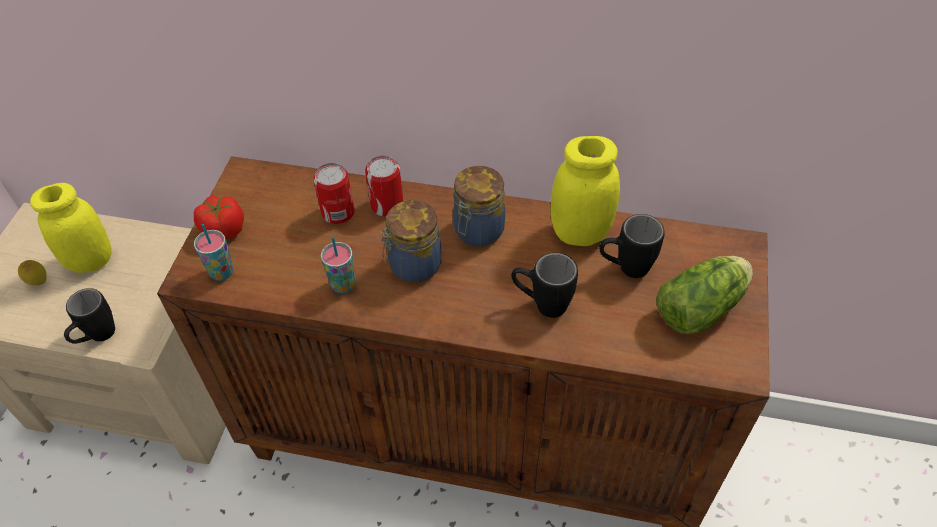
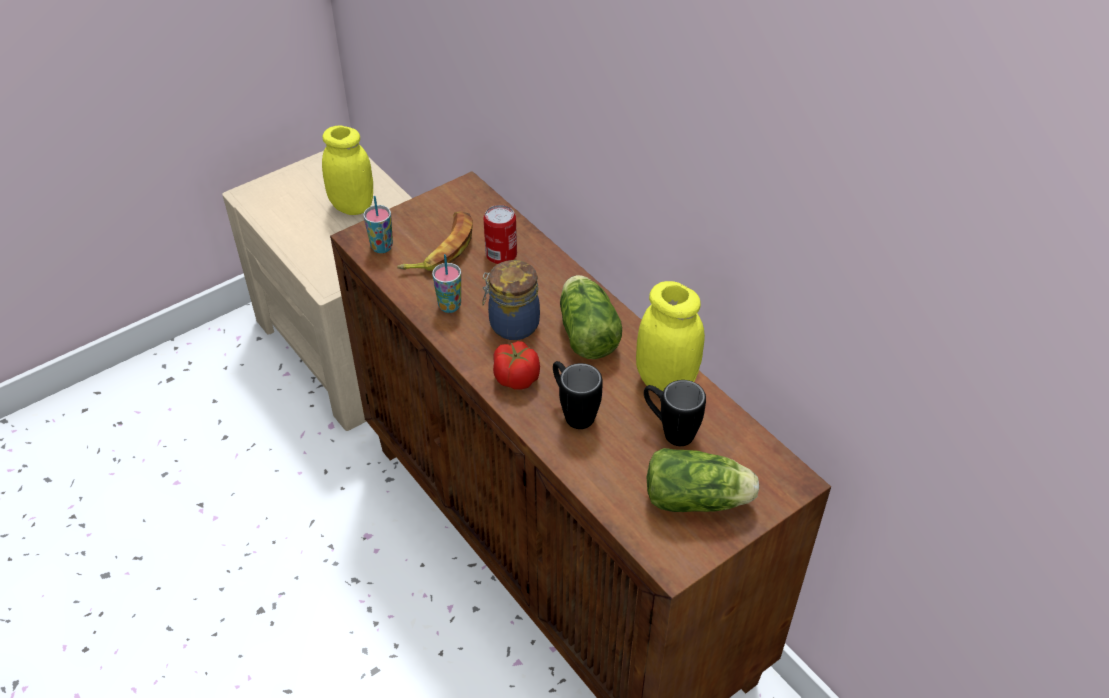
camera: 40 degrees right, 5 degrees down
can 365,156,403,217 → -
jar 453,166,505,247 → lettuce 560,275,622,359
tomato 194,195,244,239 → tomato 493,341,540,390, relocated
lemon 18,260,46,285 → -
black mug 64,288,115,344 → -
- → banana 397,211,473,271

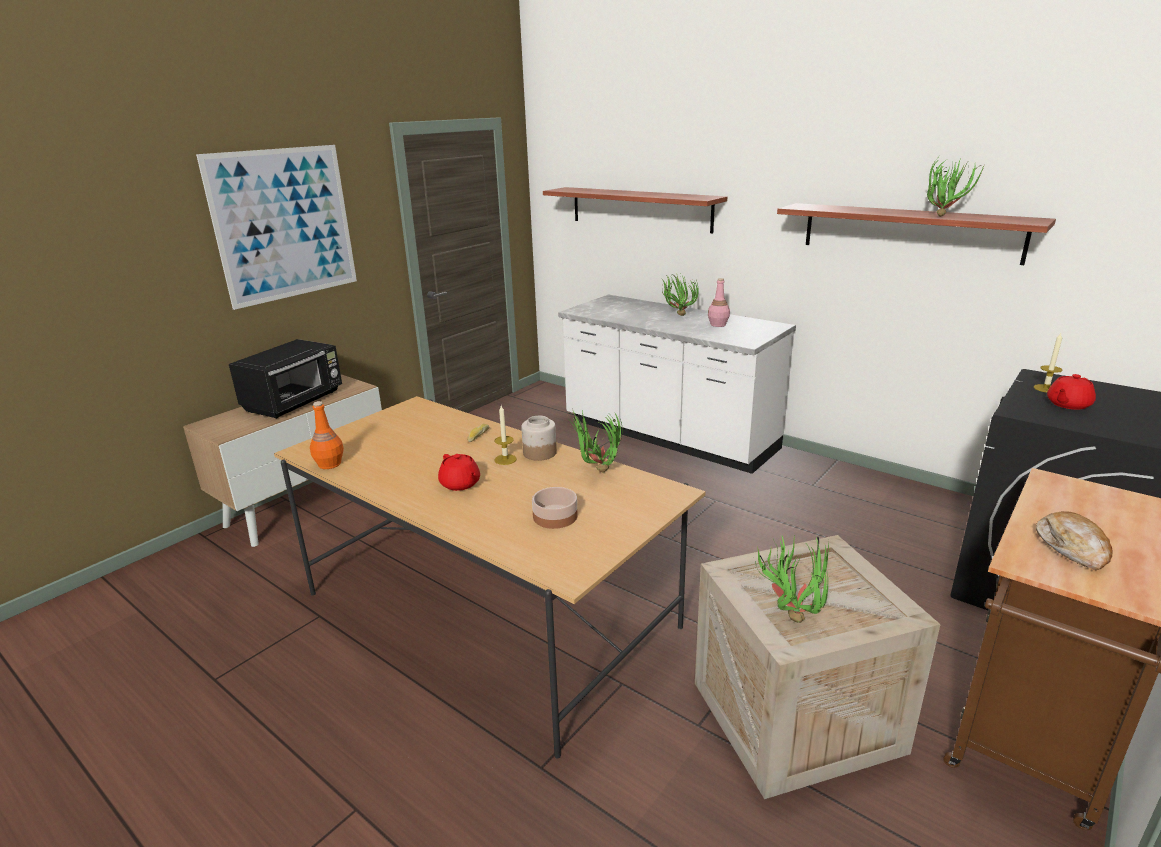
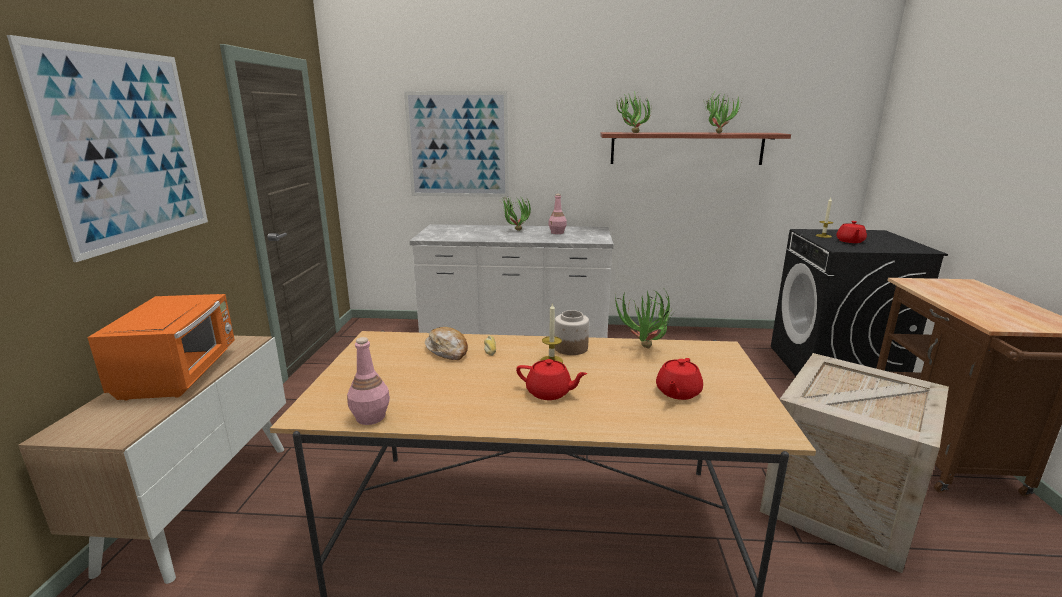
camera: 35 degrees left, 5 degrees down
shelf 543,187,727,234 → picture 404,91,509,197
black microwave 229,339,342,419 → orange microwave 87,294,235,400
orange bottle 310,401,344,469 → pink bottle 347,337,390,425
bowl 532,487,578,529 → red teapot 656,358,703,400
bread 1036,511,1113,570 → bread 425,327,468,360, relocated
potted plant 755,536,829,623 → potted plant 616,91,651,133, relocated

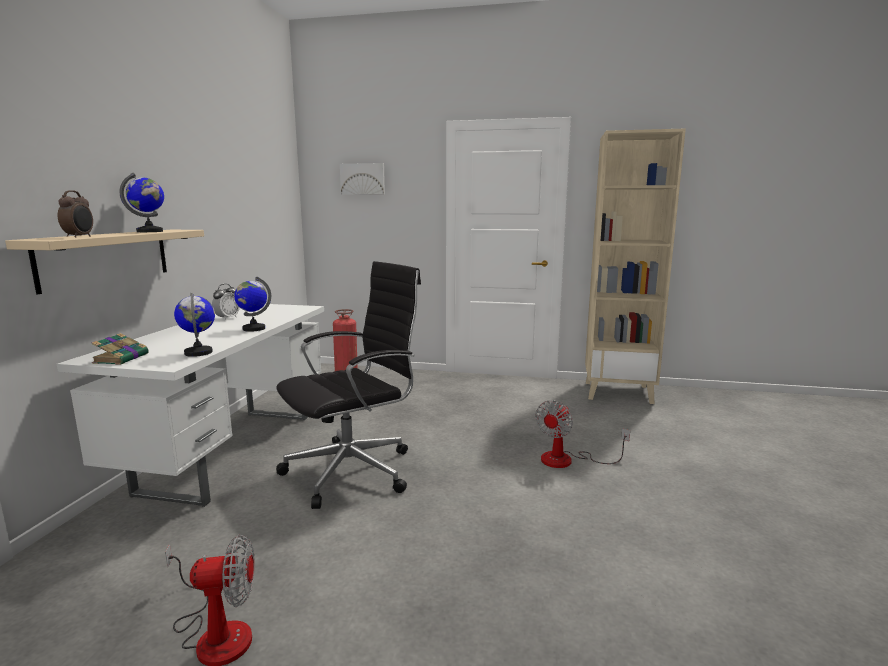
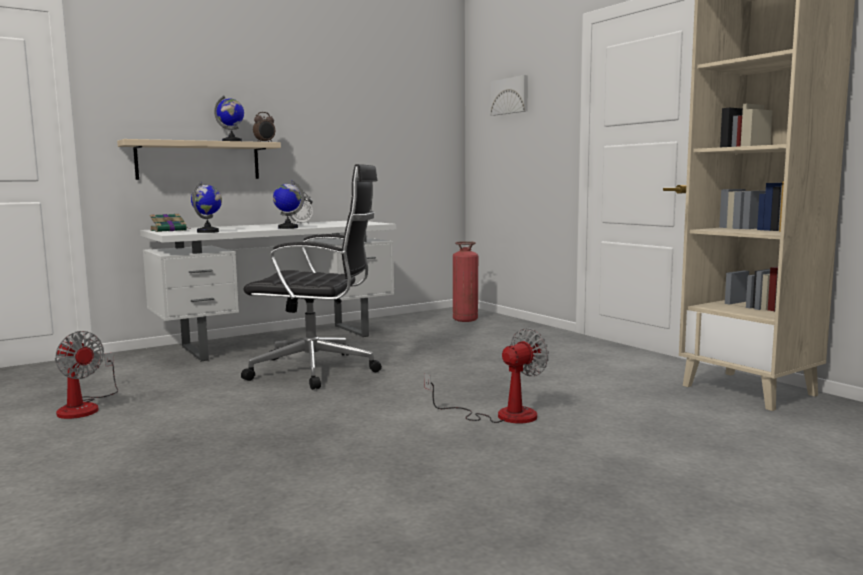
camera: 45 degrees right, 5 degrees down
alarm clock 58,190,93,238 → alarm clock 253,112,275,142, relocated
fan 535,400,630,468 → fan 424,328,549,424, 150 degrees clockwise

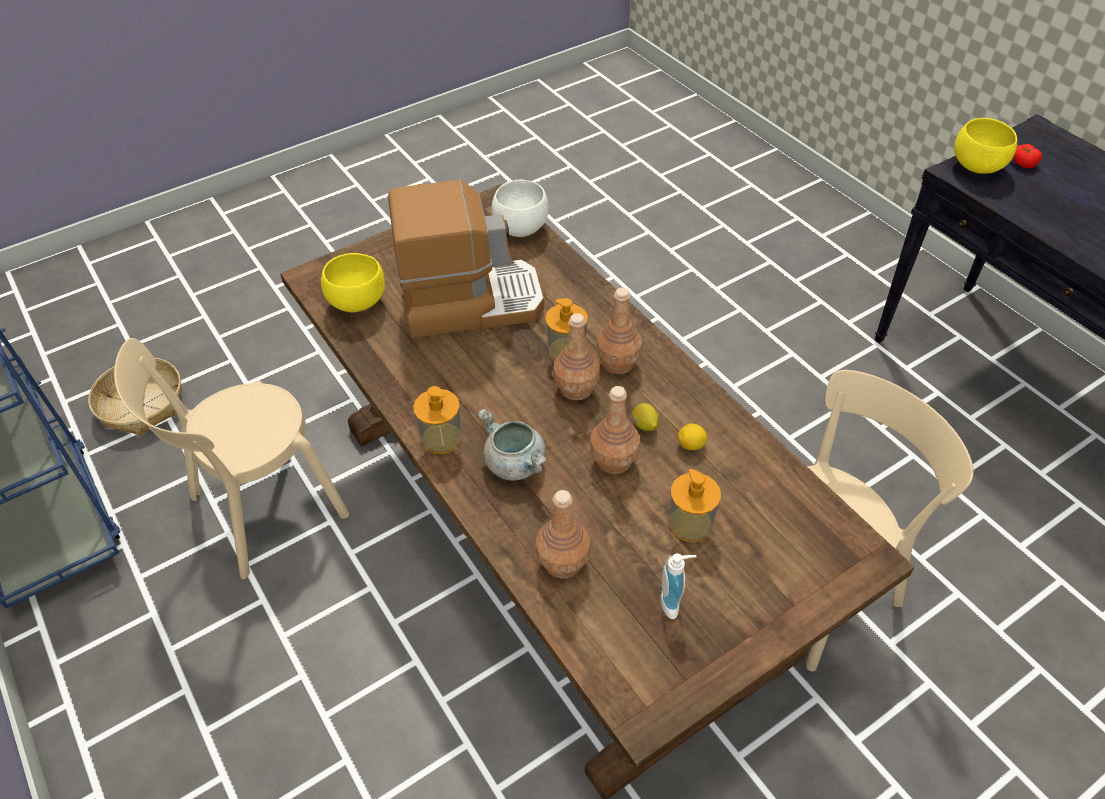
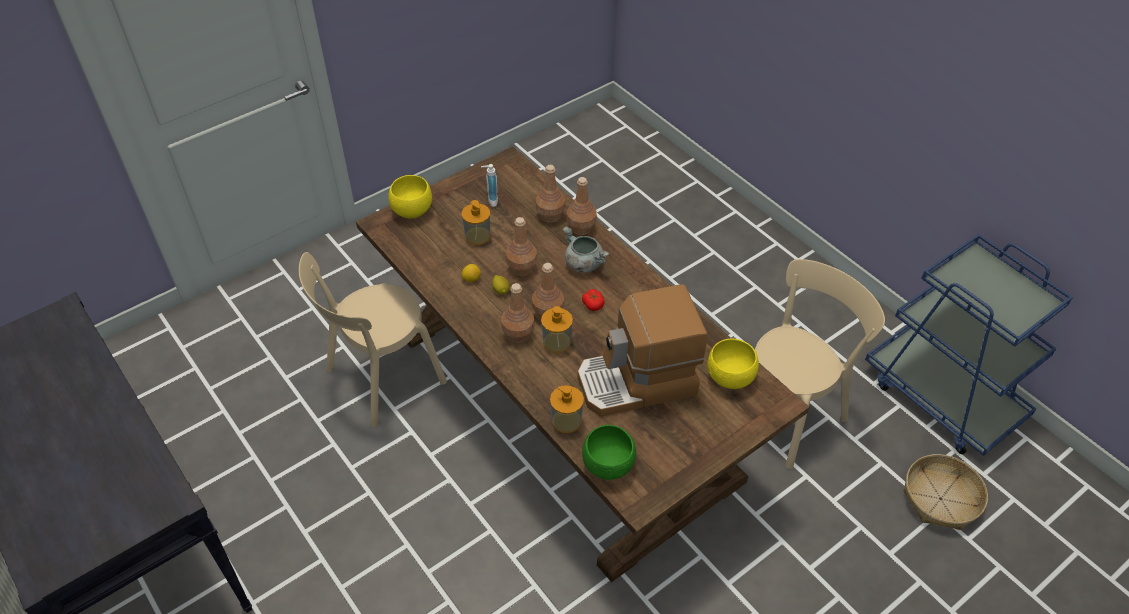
camera: 175 degrees right, 0 degrees up
yellow bowl 954,118,1017,174 → yellow bowl 388,175,432,218, relocated
tomato 1013,144,1042,168 → tomato 582,289,605,311, relocated
white bowl 491,180,549,237 → green bowl 582,425,636,480
soap dispenser 413,386,461,454 → soap dispenser 550,385,584,433, relocated
- → brown bottle 566,177,597,235

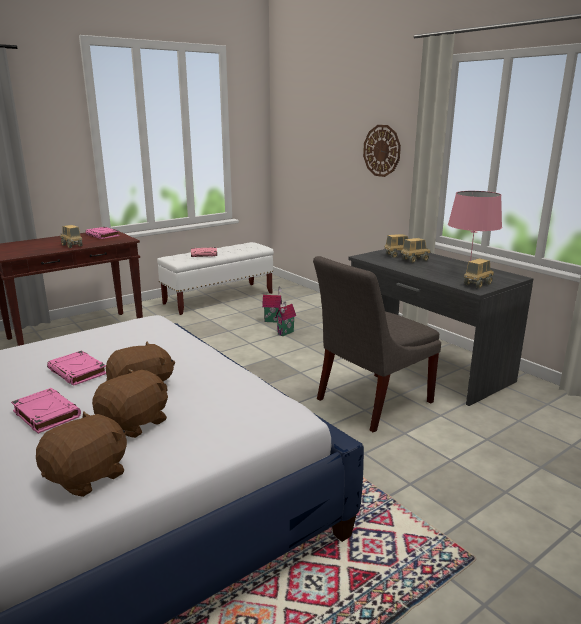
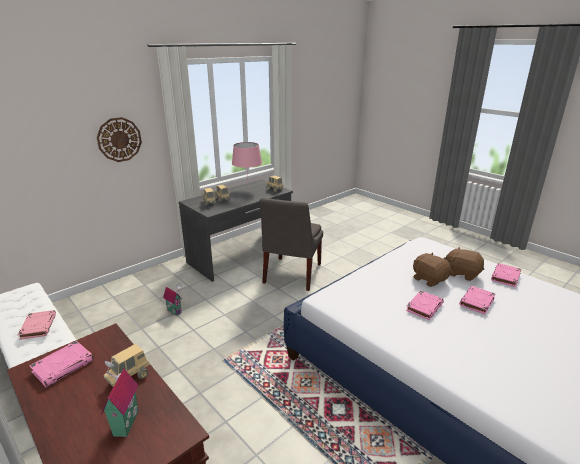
camera: 95 degrees left, 5 degrees up
grey chair 313,256,441,432 → grey chair 259,198,323,291, 60 degrees clockwise
toy house 262,287,282,323 → toy house 101,358,138,437, relocated
brown plush toy 36,411,127,497 → pink book 491,263,521,287

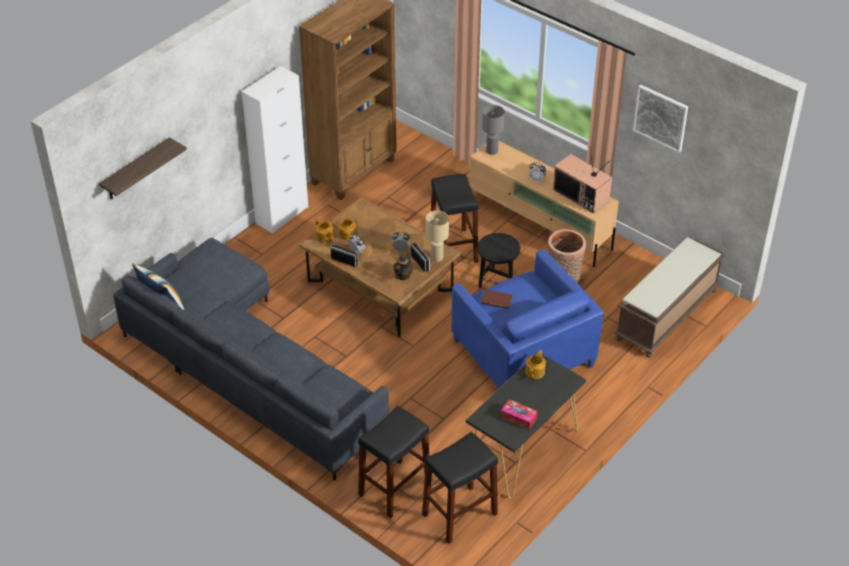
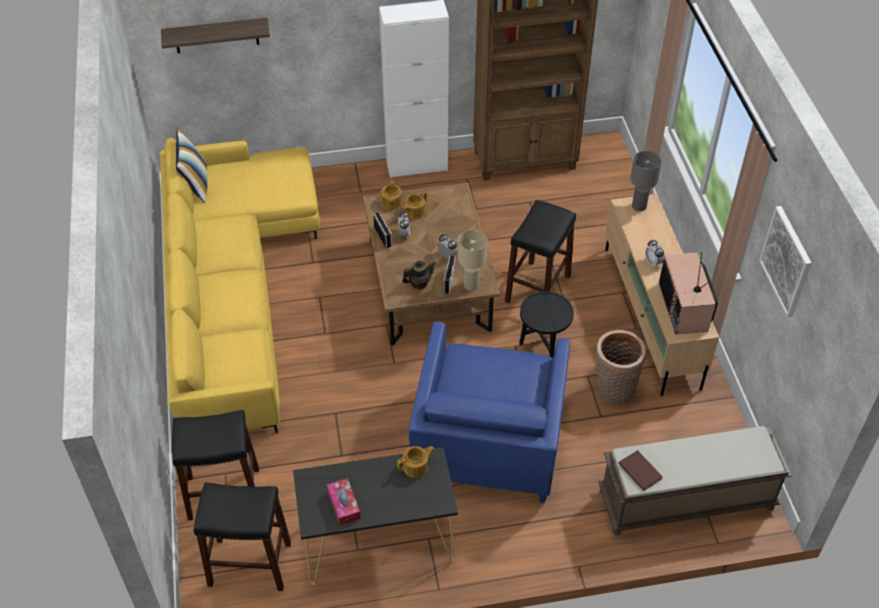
camera: 40 degrees right, 5 degrees up
grey sofa 113,238,389,481 → yellow sofa 159,138,320,434
brown book 481,289,512,309 → brown book 618,450,663,491, relocated

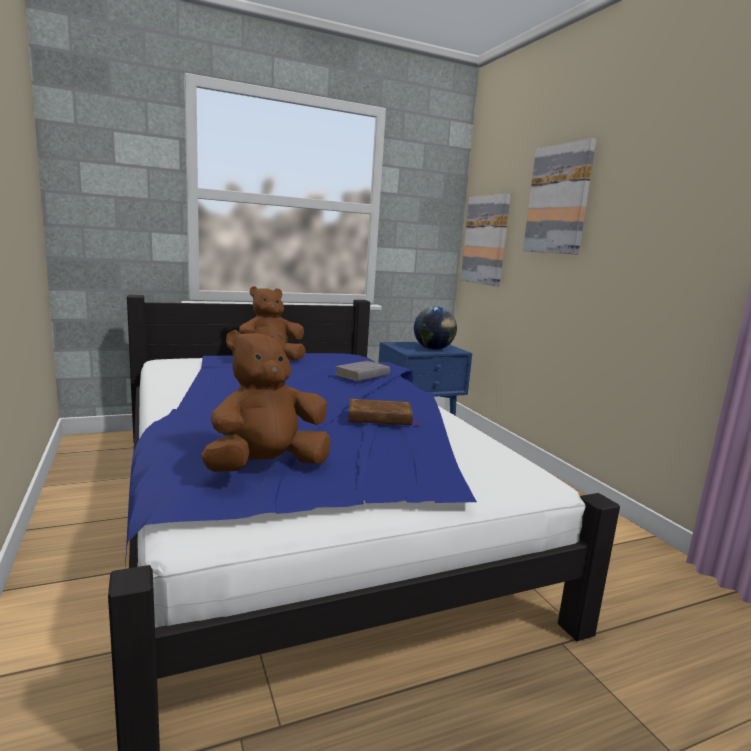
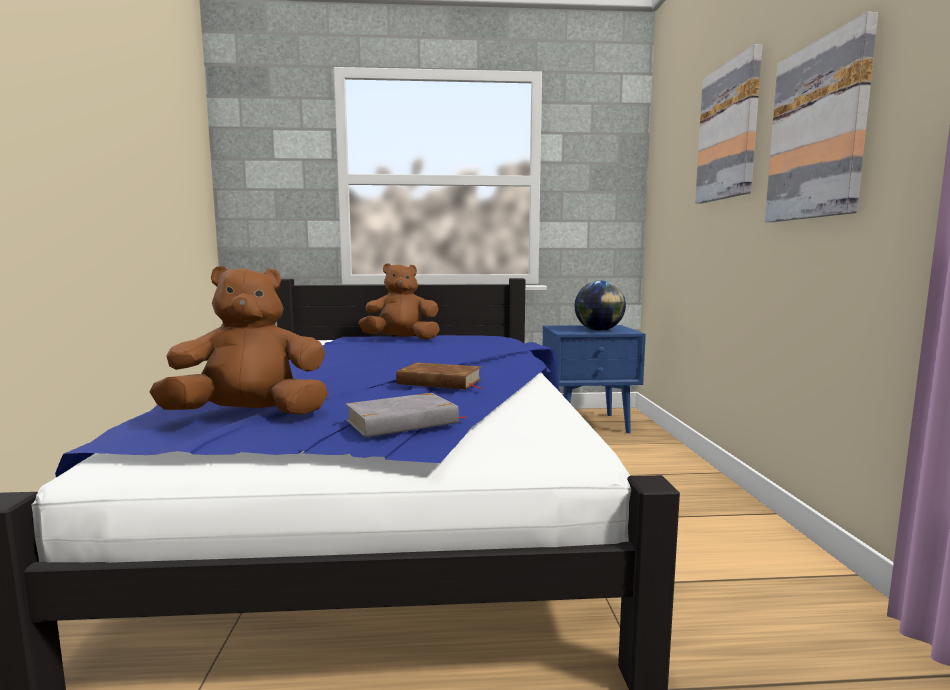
camera: 20 degrees right, 5 degrees down
picture 461,194,511,286 → picture 765,12,878,222, relocated
grey book 335,361,390,381 → grey book 346,393,467,438, relocated

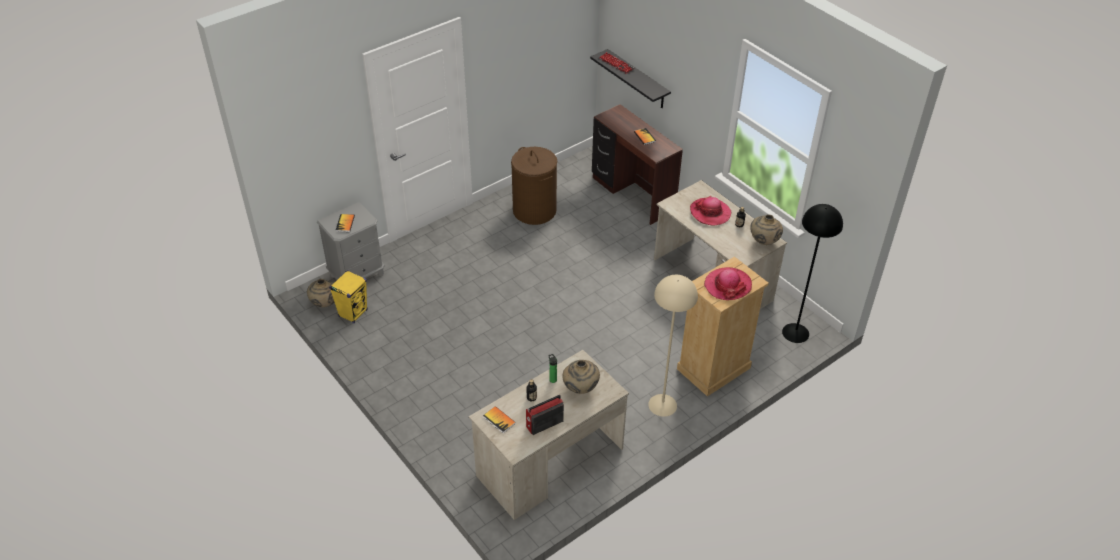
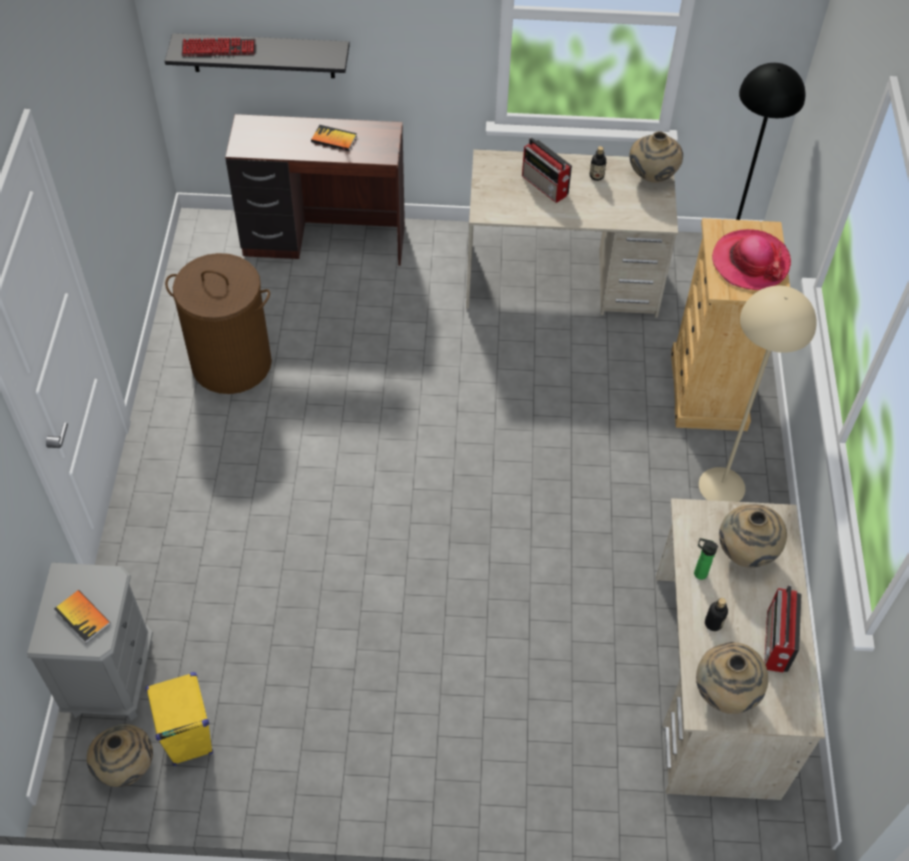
camera: 50 degrees left, 10 degrees up
hat 690,196,731,226 → radio 522,138,572,203
book 483,406,516,433 → beige vase 696,642,768,714

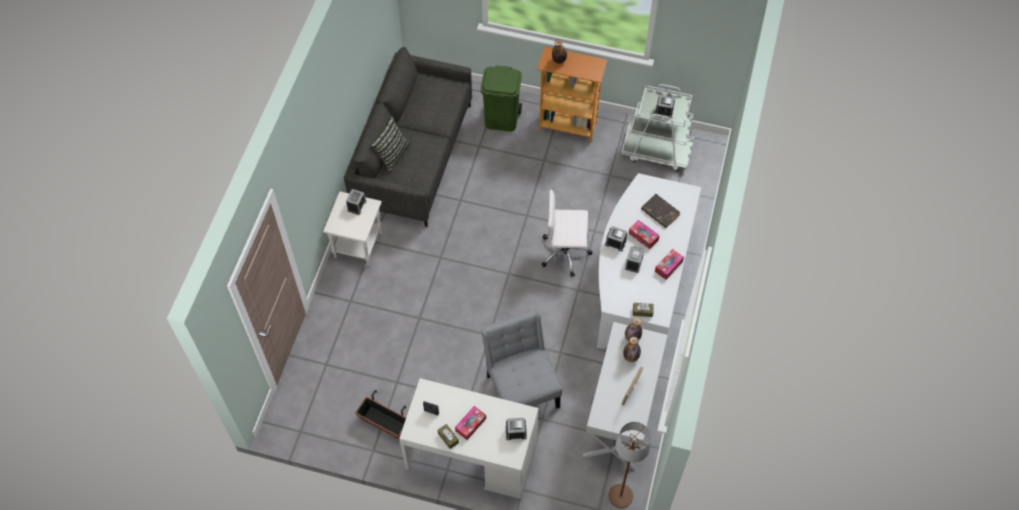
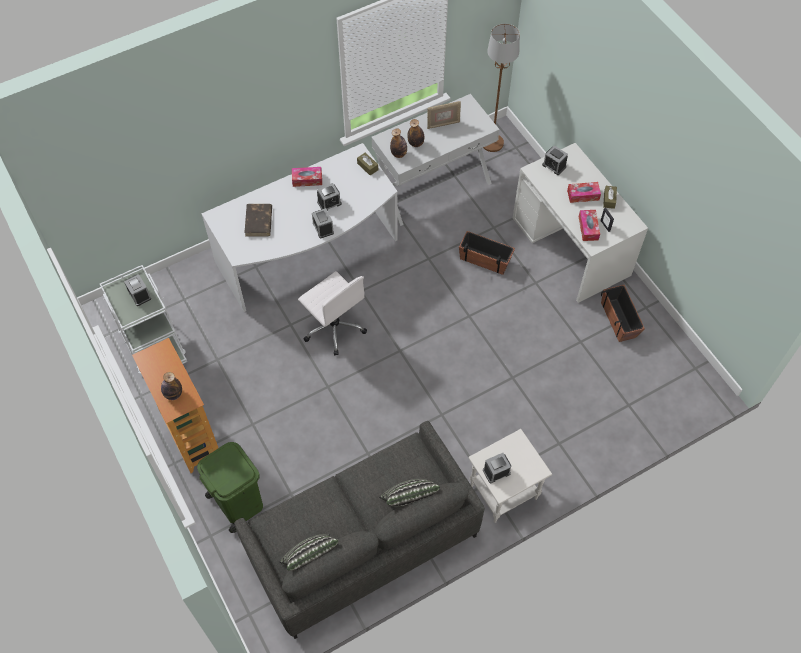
camera: 135 degrees left, 0 degrees up
tissue box 629,220,660,249 → tissue box 579,210,600,241, relocated
grey chair 481,309,562,409 → planter 459,231,515,275
- → pillow 280,534,338,571

